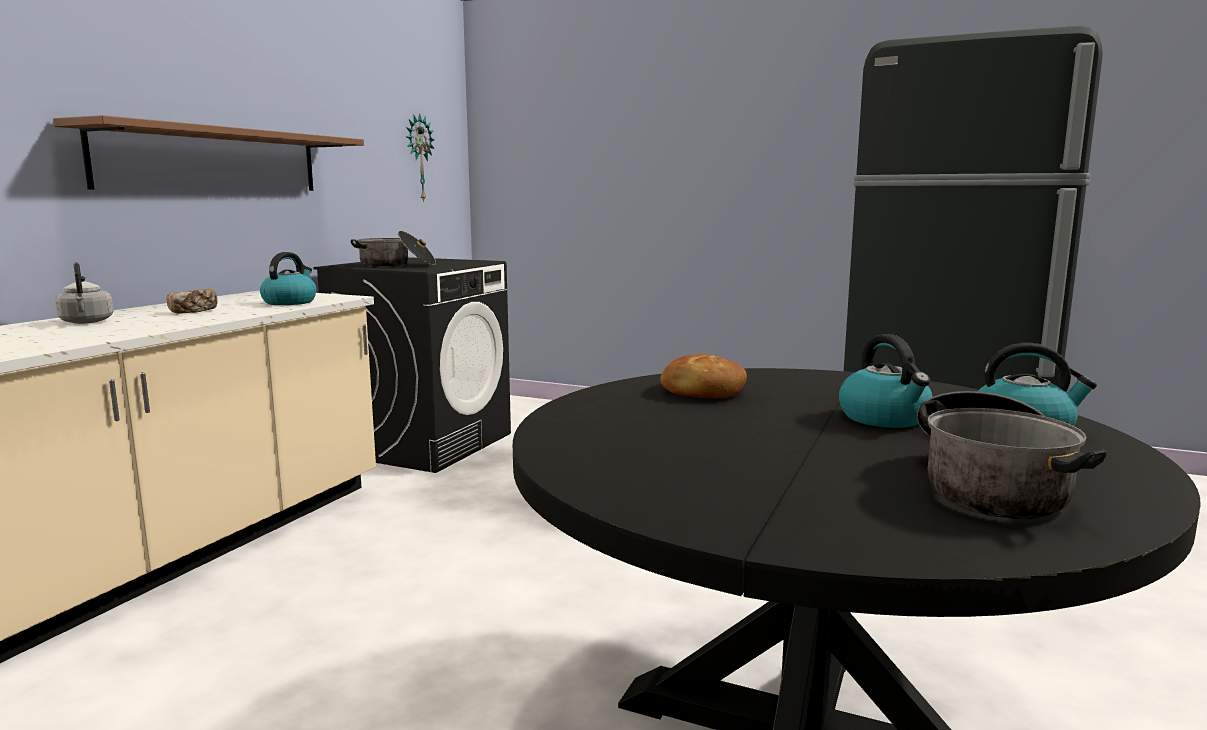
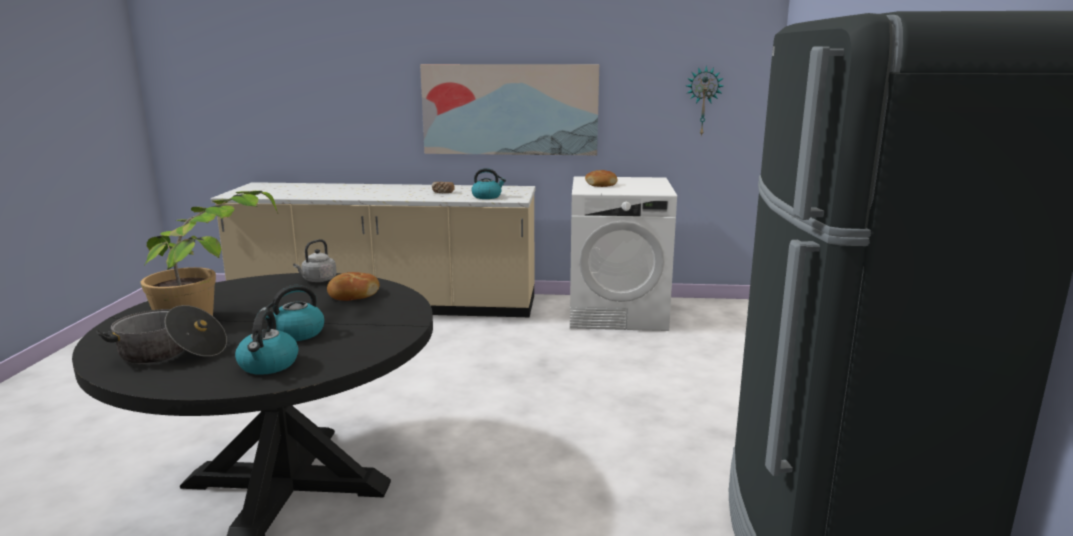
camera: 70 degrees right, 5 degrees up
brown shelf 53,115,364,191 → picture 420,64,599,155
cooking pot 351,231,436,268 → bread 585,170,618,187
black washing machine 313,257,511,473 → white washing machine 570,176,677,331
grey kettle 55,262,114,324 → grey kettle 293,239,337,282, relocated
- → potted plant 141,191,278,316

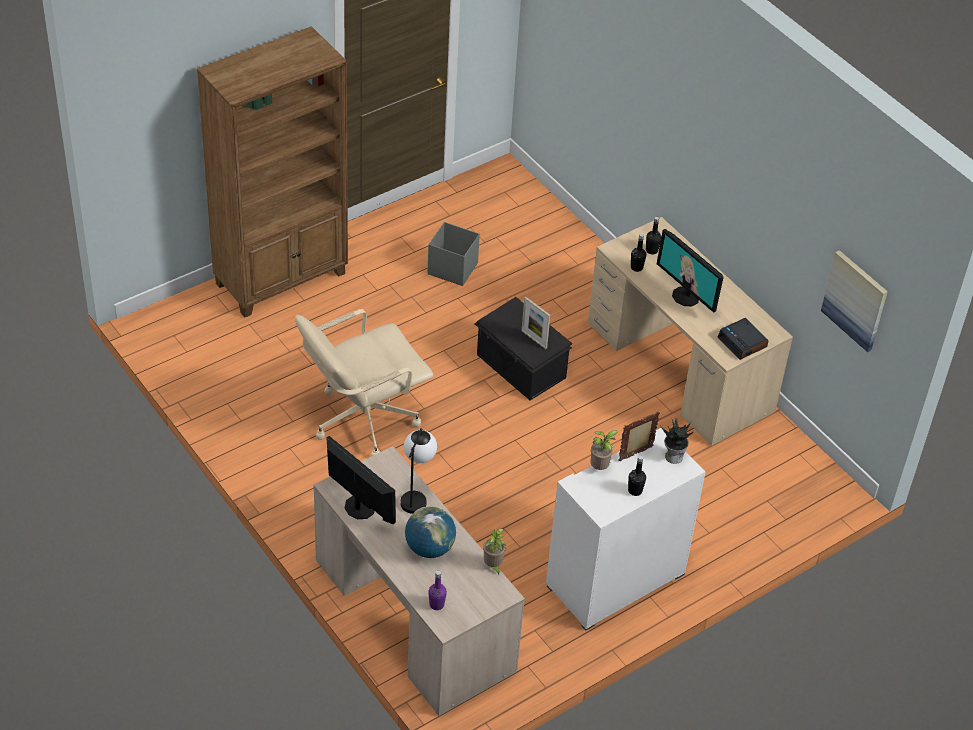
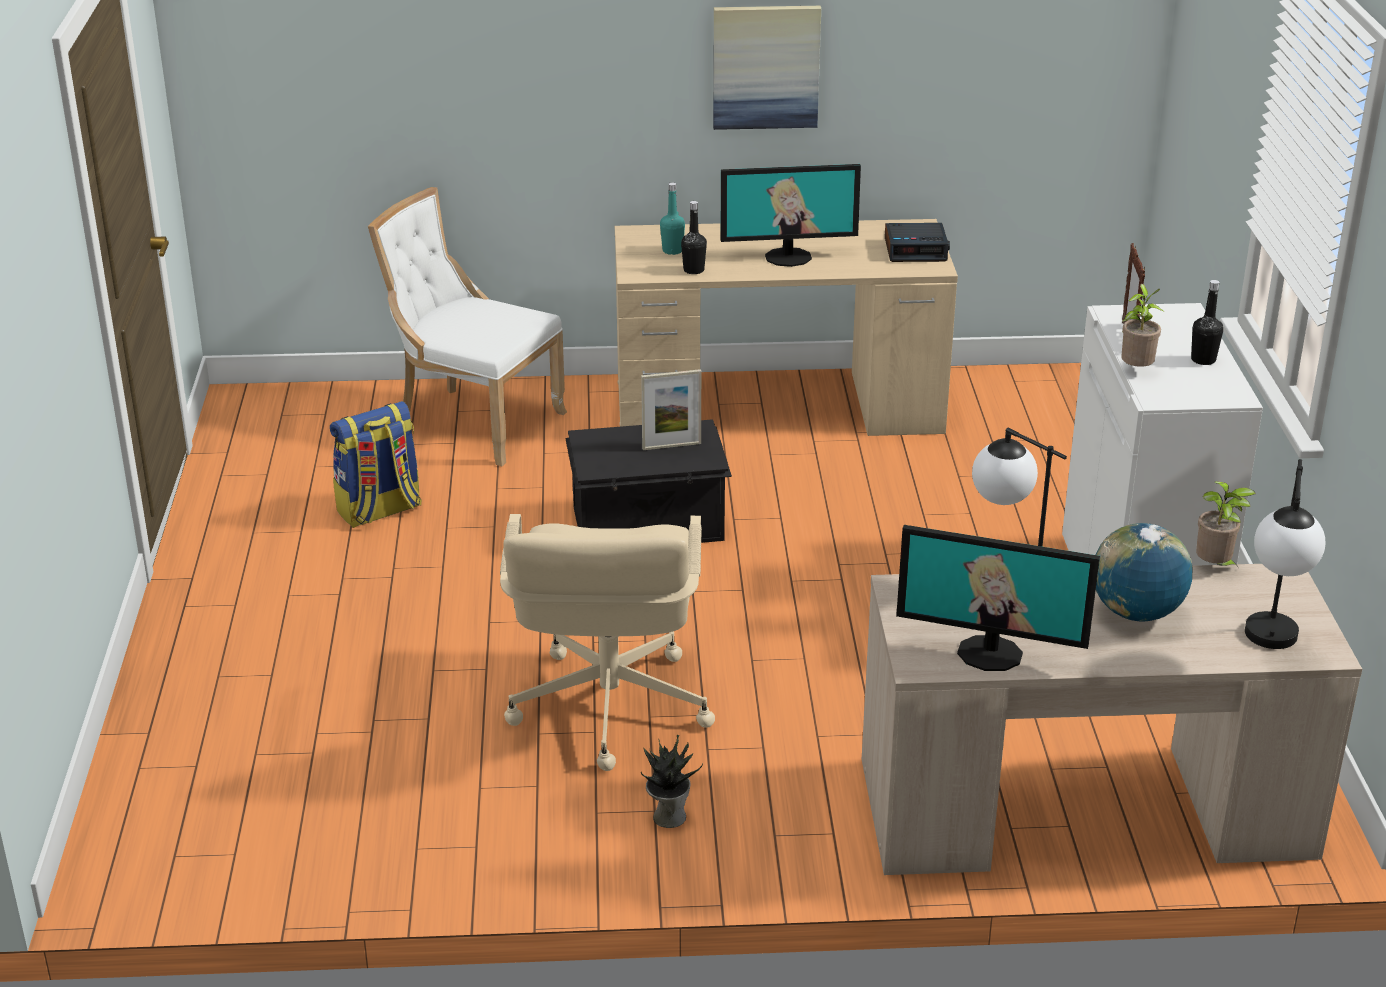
camera: 55 degrees left, 15 degrees down
brown bookcase 197,26,348,318 → -
black bottle 646,217,661,255 → turquoise bottle 660,182,685,255
grey storage box 427,222,480,286 → backpack 330,401,422,528
picture 821,250,888,352 → picture 713,6,821,130, relocated
potted plant 660,418,693,464 → potted plant 641,735,703,828, relocated
monitor 327,436,396,524 → monitor 896,525,1100,671, 150 degrees counterclockwise
purple bottle 428,571,447,610 → table lamp 1245,459,1326,649
- → white chair 368,187,567,466

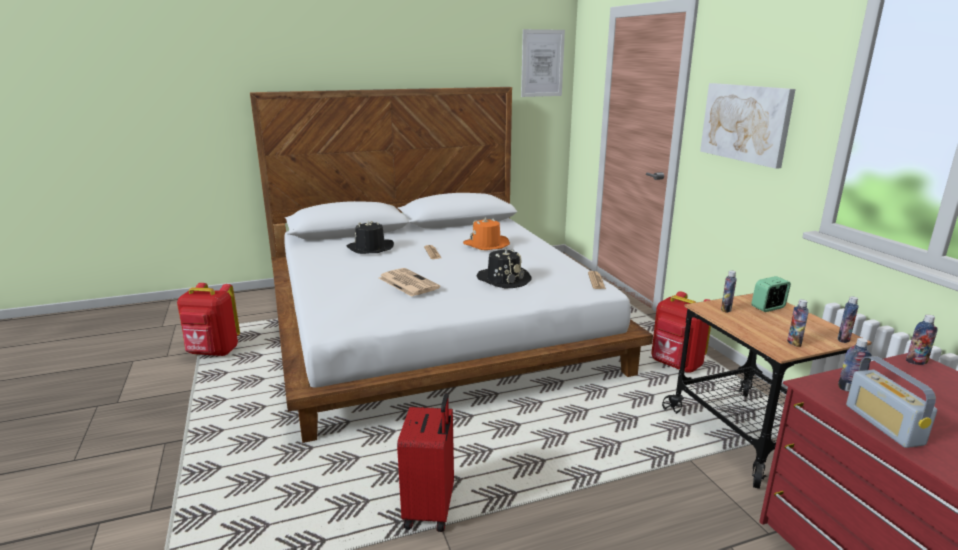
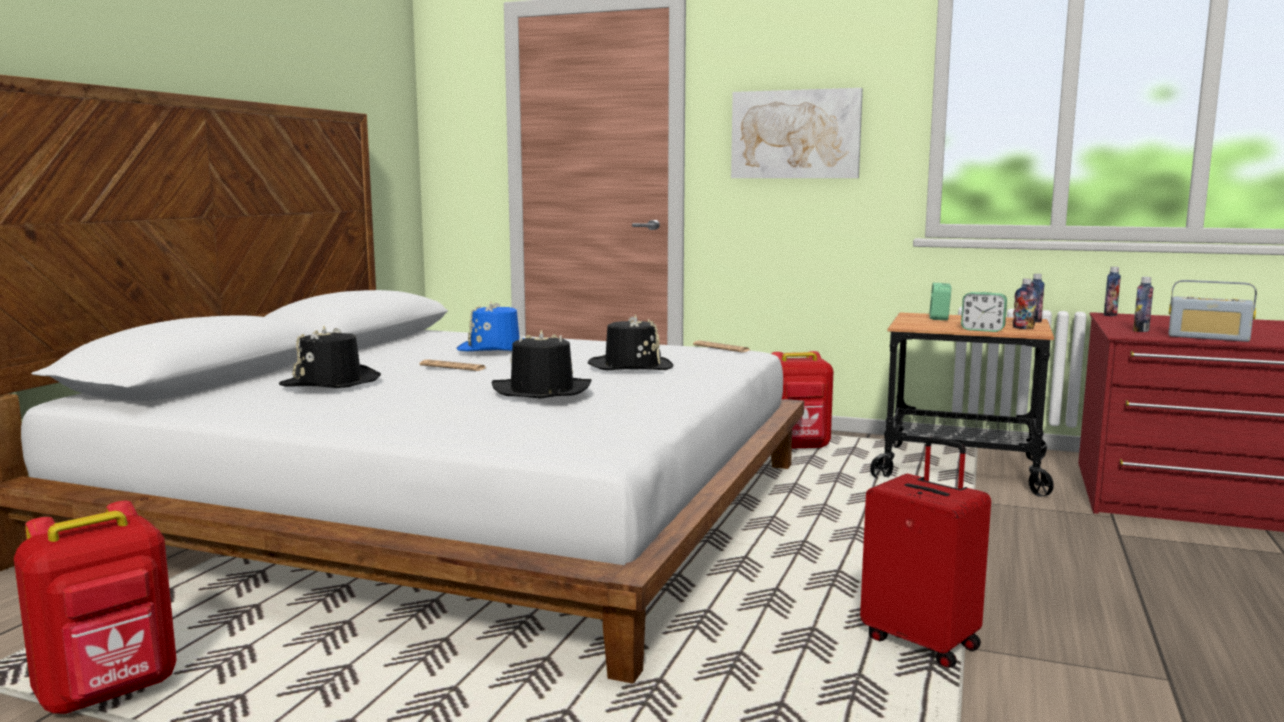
camera: 50 degrees left, 10 degrees down
picture 521,29,565,97 → -
orange hat 463,217,510,250 → blue hat 457,301,525,351
newspaper 379,268,440,297 → black hat 491,330,591,398
bottle 721,271,737,313 → -
- → alarm clock 961,292,1007,332

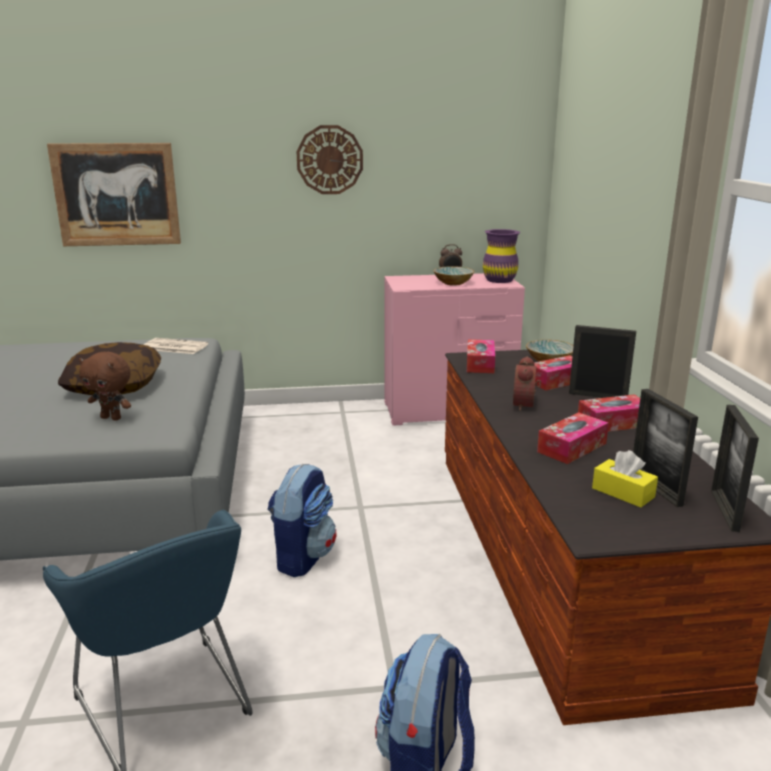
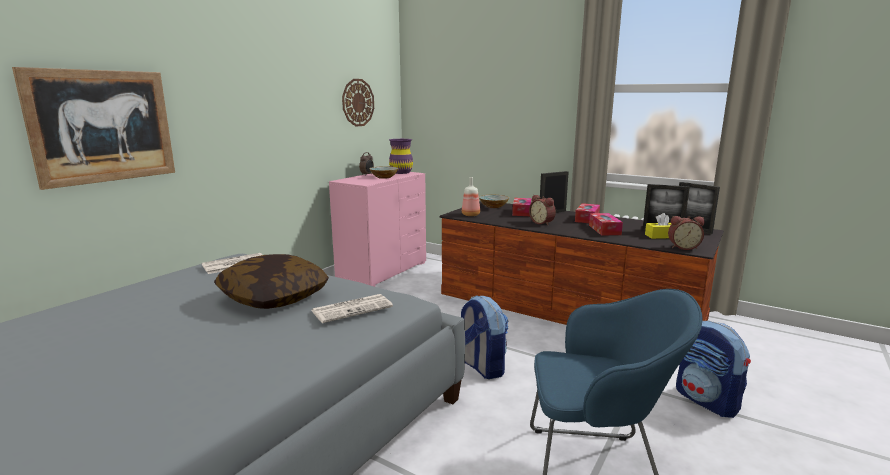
camera: 50 degrees left, 5 degrees down
wall clock 296,125,363,194 → wall clock 342,79,374,127, relocated
tissue box 467,339,495,373 → bottle 462,177,480,216
brown plush toy 79,352,131,421 → newspaper 311,294,393,323
- → alarm clock 668,216,705,250

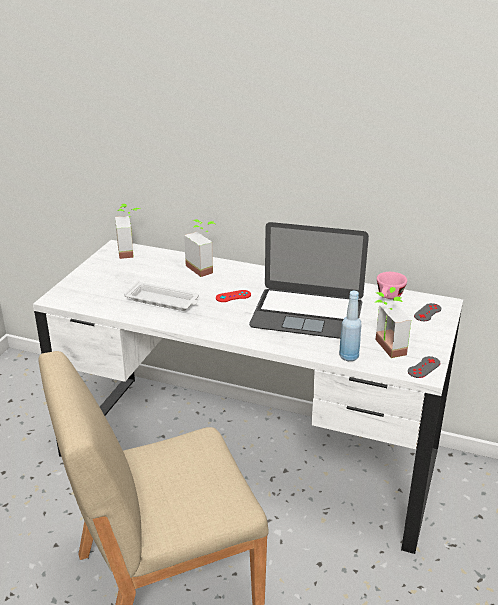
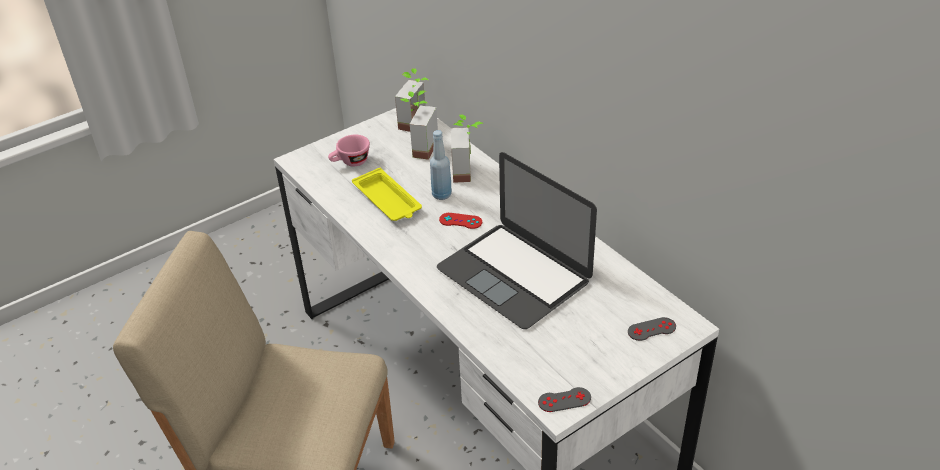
camera: 35 degrees right, 10 degrees up
pink cup 377,272,407,299 → pink cup 328,135,370,166, relocated
white tray 124,281,199,311 → yellow tray 352,168,422,221
potted plant 375,287,411,358 → potted plant 400,90,438,160, relocated
blue bottle 339,291,361,361 → blue bottle 430,130,452,200, relocated

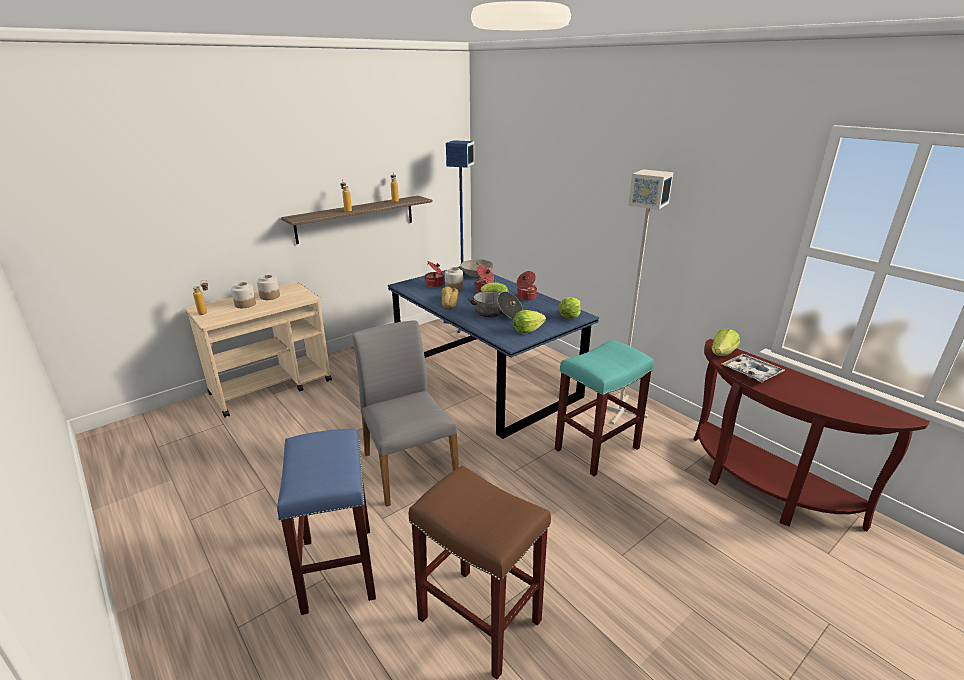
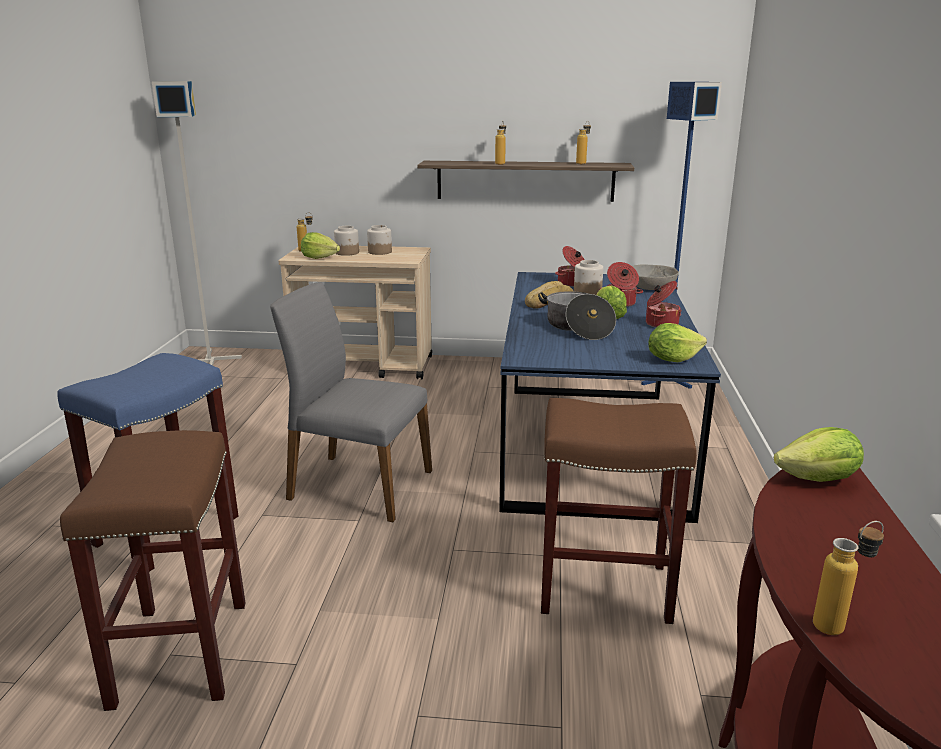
camera: 45 degrees right, 5 degrees down
grey floor lamp 607,169,674,425 → grey floor lamp 152,81,242,366, relocated
lettuce 514,310,546,333 → lettuce 301,232,340,259, relocated
grey chair 353,320,459,507 → grey chair 270,282,432,522, 90 degrees counterclockwise
turquoise stool 555,340,654,476 → brown stool 541,398,697,624
tray 721,354,785,383 → -
- → bottle 813,521,884,635

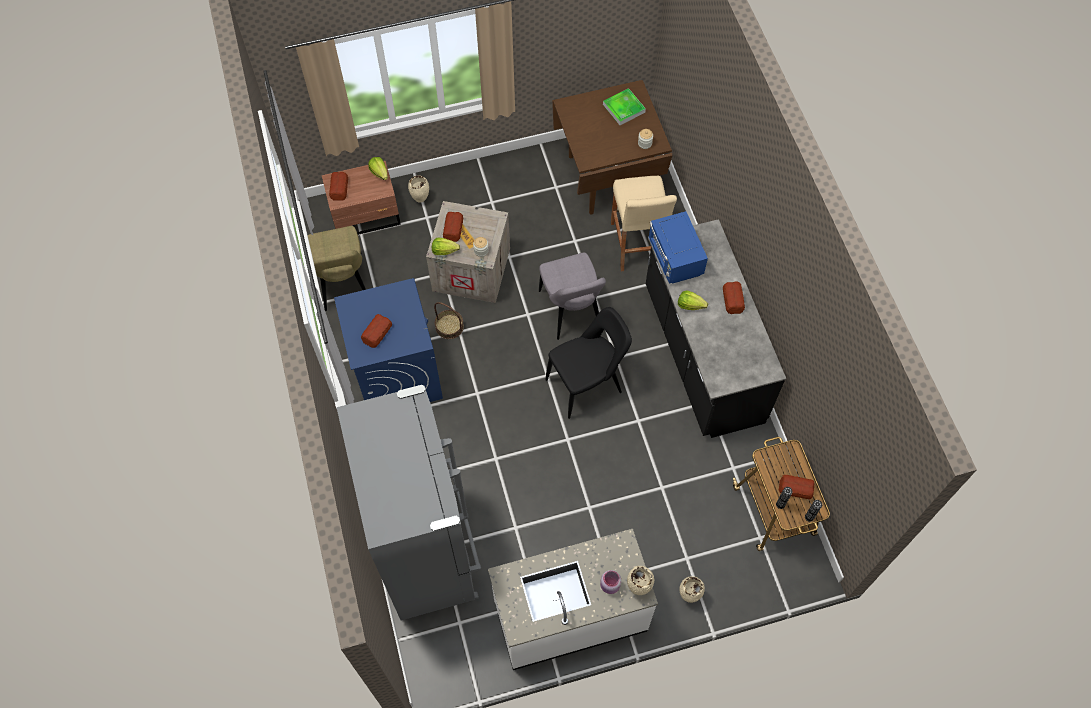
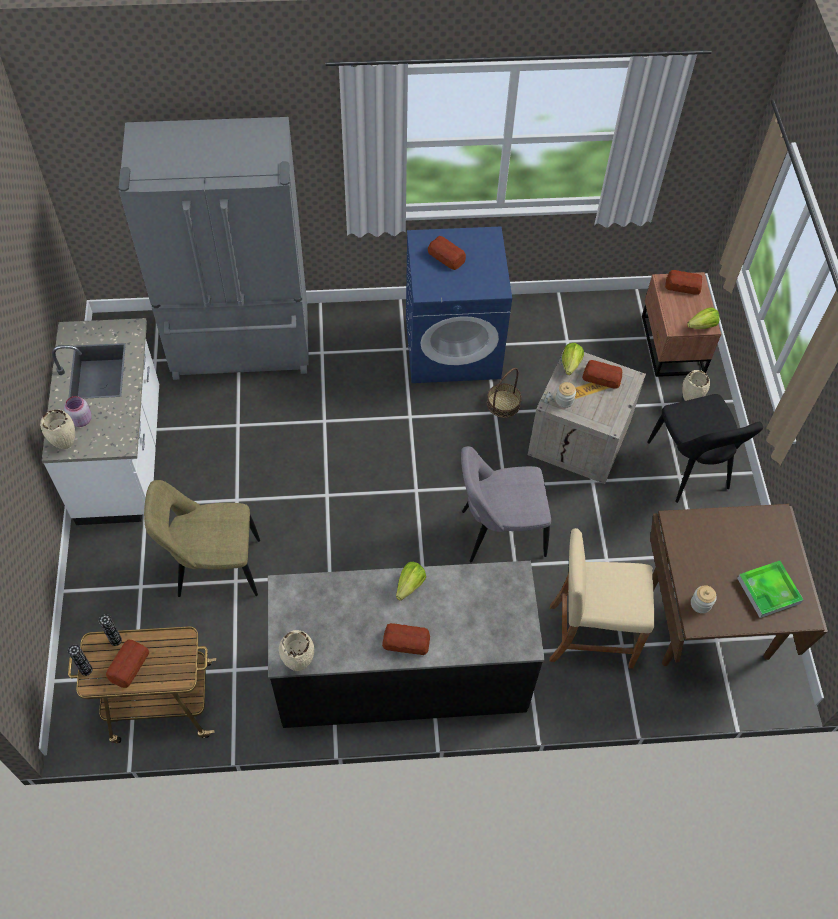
camera: 100 degrees right, 5 degrees down
blue microwave 649,211,708,284 → -
beige chair 308,226,366,311 → beige chair 144,480,260,597, relocated
black chair 546,307,632,419 → black chair 647,394,763,503, relocated
beige vase 679,576,705,603 → beige vase 279,630,314,671, relocated

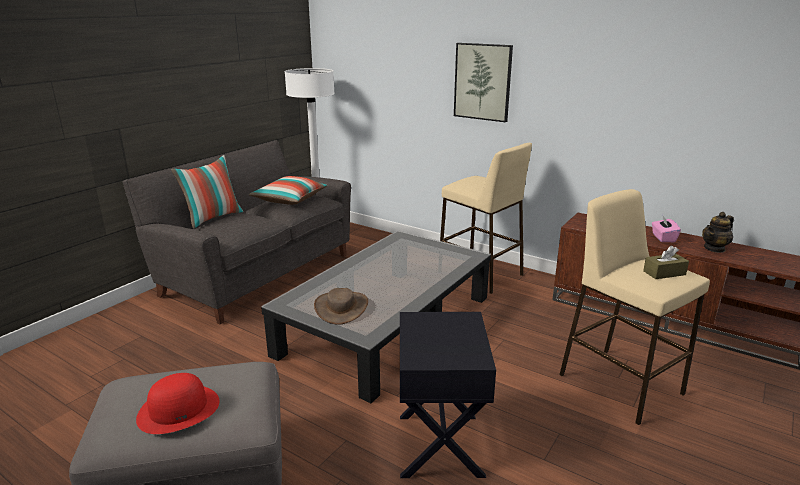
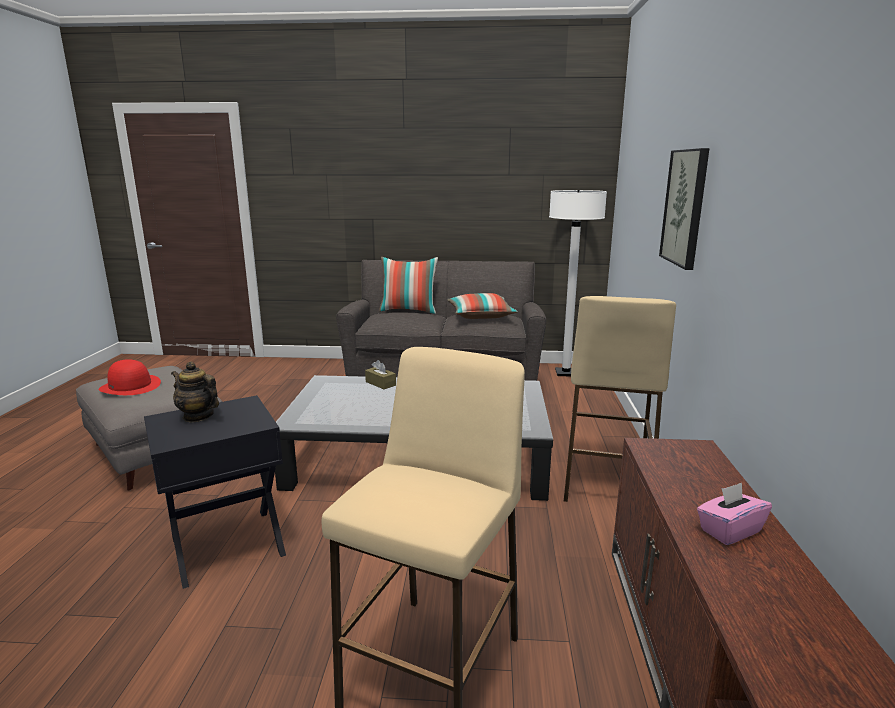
camera: 60 degrees right, 5 degrees down
teapot 702,212,734,253 → teapot 171,361,219,422, relocated
brown tissue box 643,246,689,279 → brown tissue box 365,360,396,389, relocated
brown hat 314,288,368,325 → -

